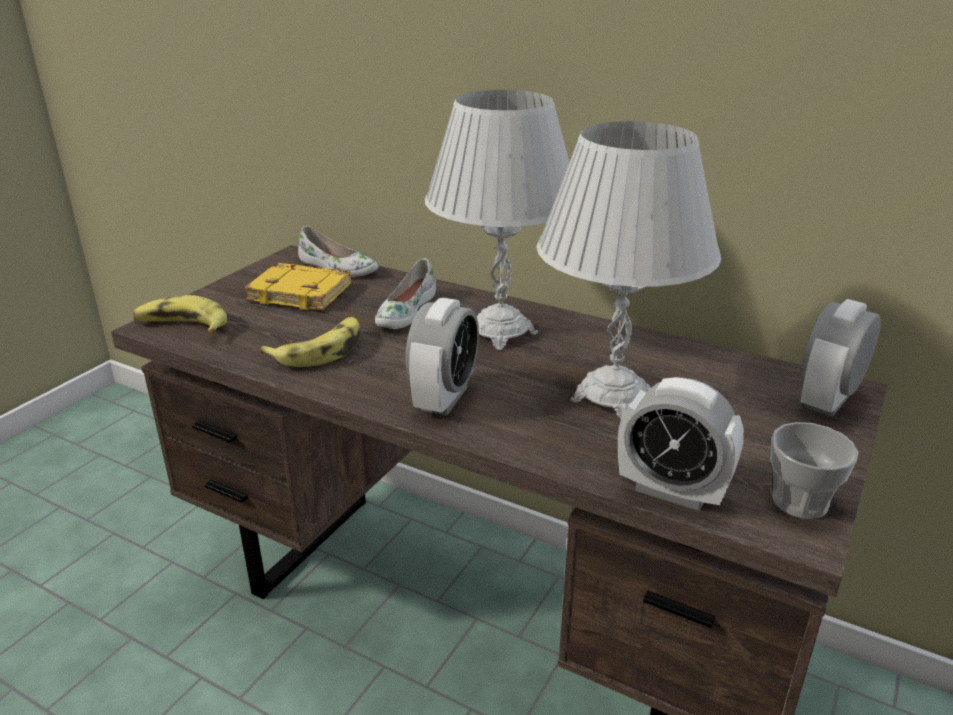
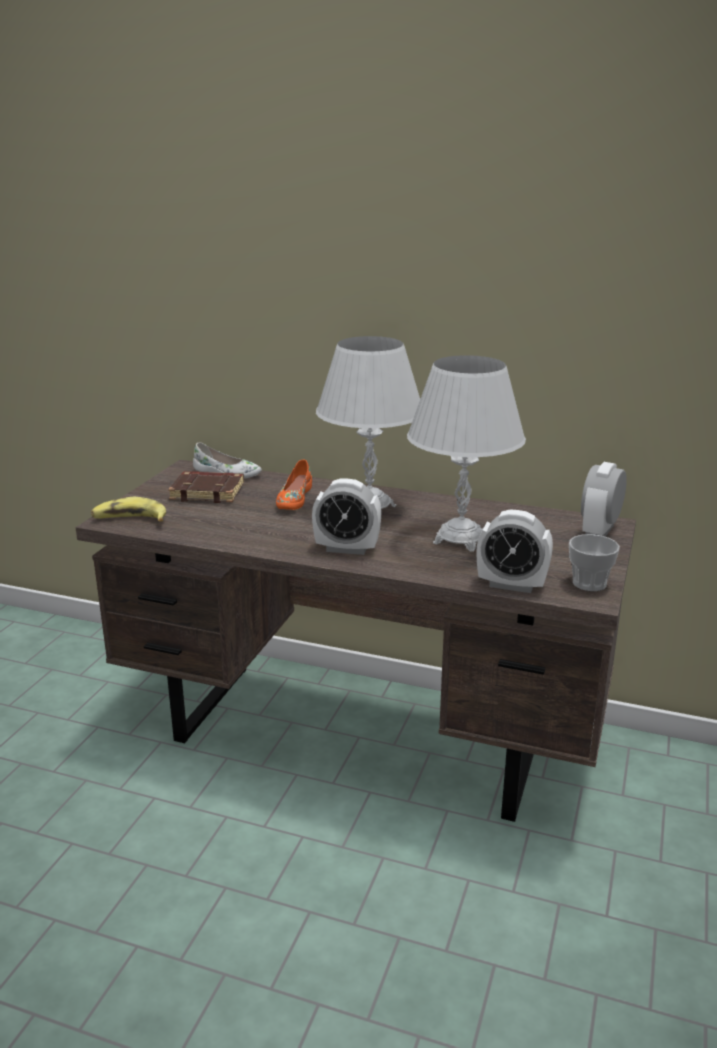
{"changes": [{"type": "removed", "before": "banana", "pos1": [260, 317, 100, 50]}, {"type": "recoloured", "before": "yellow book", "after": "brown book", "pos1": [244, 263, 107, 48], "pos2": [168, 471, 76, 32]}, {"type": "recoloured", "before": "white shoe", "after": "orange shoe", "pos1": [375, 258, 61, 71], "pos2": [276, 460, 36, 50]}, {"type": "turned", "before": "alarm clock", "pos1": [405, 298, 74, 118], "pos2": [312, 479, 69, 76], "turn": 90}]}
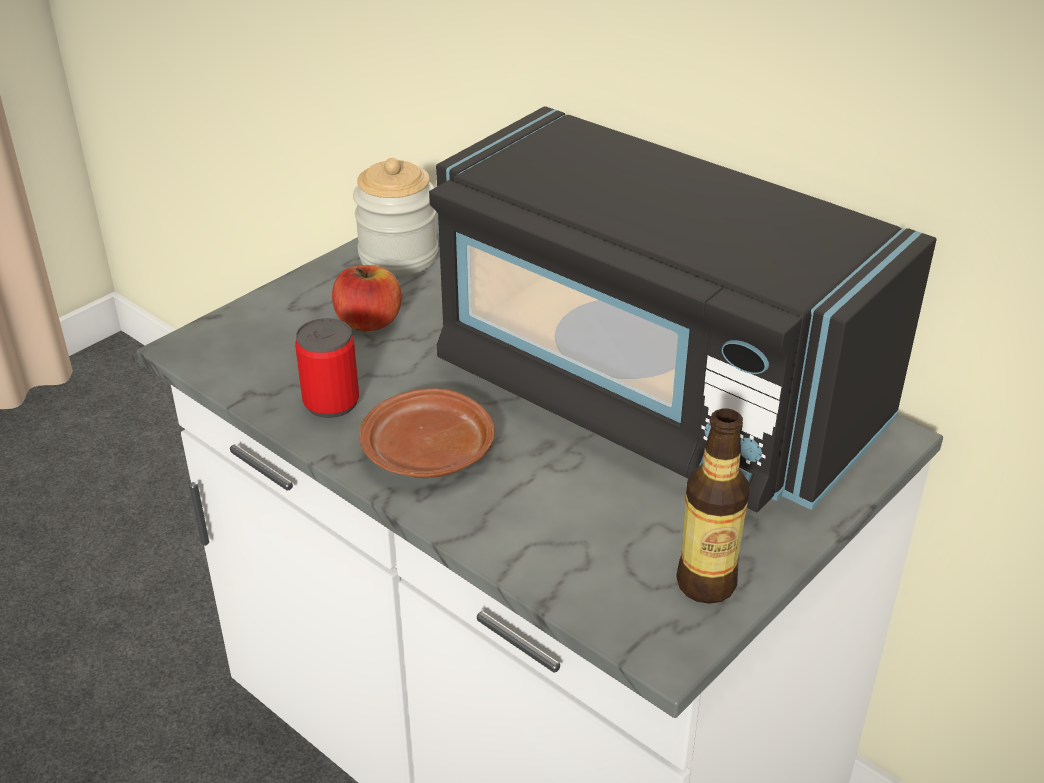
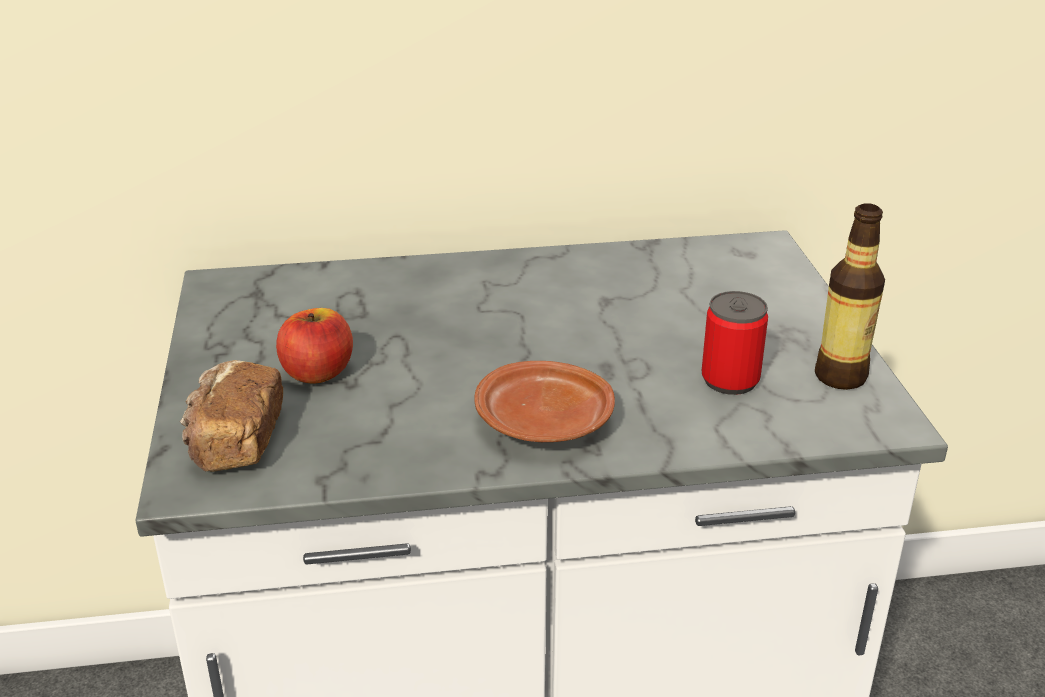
{"changes": [{"type": "removed", "before": "jar", "pos1": [353, 158, 85, 118]}, {"type": "removed", "before": "black microwave", "pos1": [429, 106, 507, 407]}, {"type": "added", "after": "bread", "pos2": [180, 360, 103, 112]}, {"type": "moved", "before": "can", "pos1": [295, 318, 64, 100], "pos2": [702, 291, 66, 104]}]}
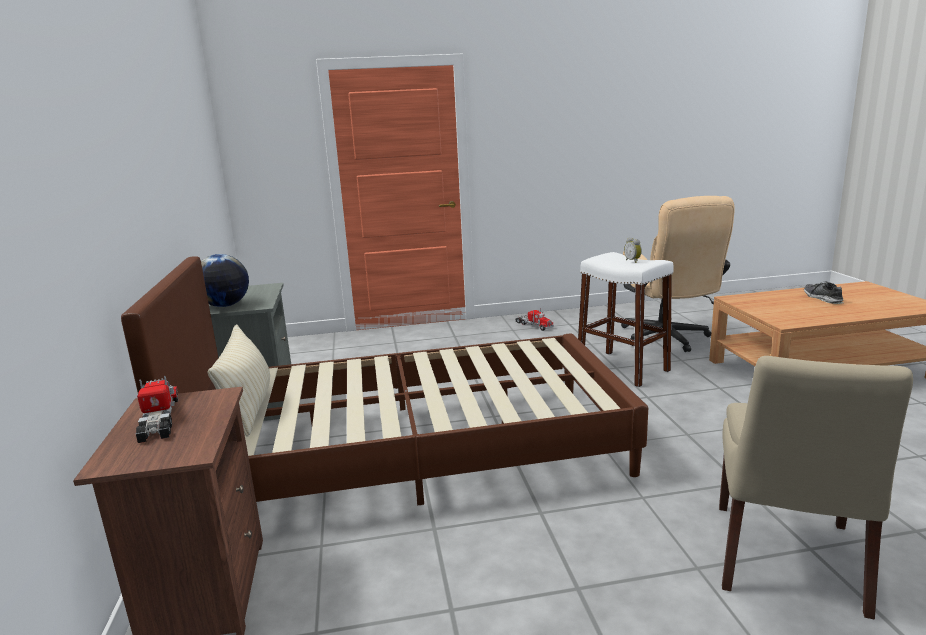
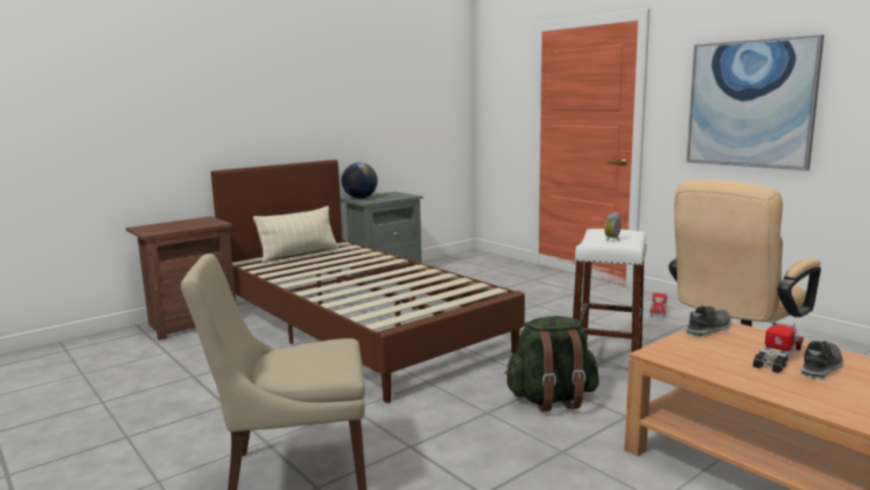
{"changes": [{"type": "added", "after": "green backpack", "pos2": [504, 316, 95, 96]}, {"type": "added", "after": "picture", "pos2": [686, 35, 138, 136]}, {"type": "added", "after": "shoe", "pos2": [686, 306, 45, 31]}, {"type": "moved", "before": "toy truck", "pos1": [135, 375, 43, 68], "pos2": [753, 319, 51, 54]}]}
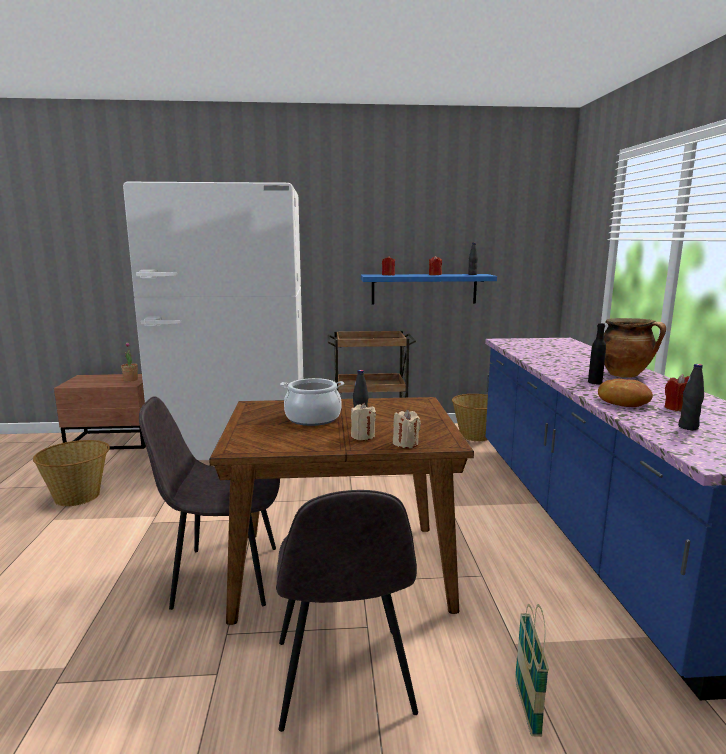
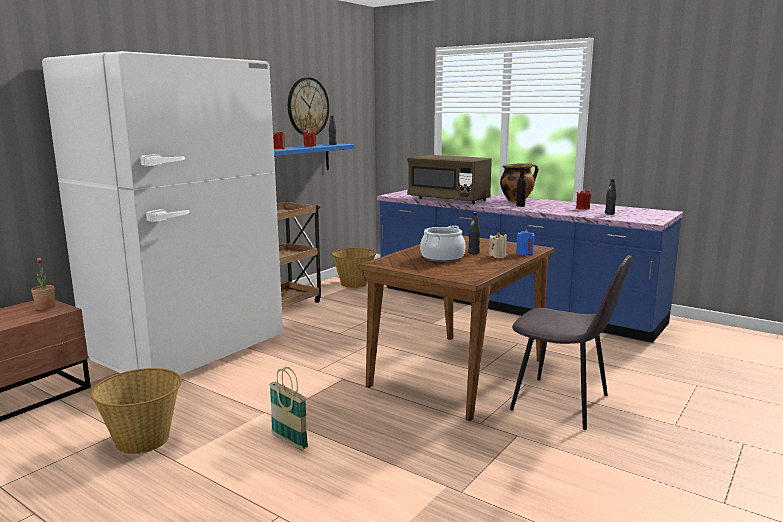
{"changes": [{"type": "removed", "before": "grey chair", "pos1": [139, 396, 141, 214]}, {"type": "removed", "before": "bread", "pos1": [598, 379, 55, 28]}, {"type": "added", "after": "wall clock", "pos2": [288, 77, 41, 58]}, {"type": "added", "after": "brown microwave", "pos2": [407, 155, 85, 49]}, {"type": "moved", "before": "basket", "pos1": [515, 604, 34, 133], "pos2": [269, 367, 39, 83]}, {"type": "recoloured", "before": "beige candle", "after": "blue candle", "pos1": [393, 409, 28, 39], "pos2": [516, 229, 19, 26]}]}
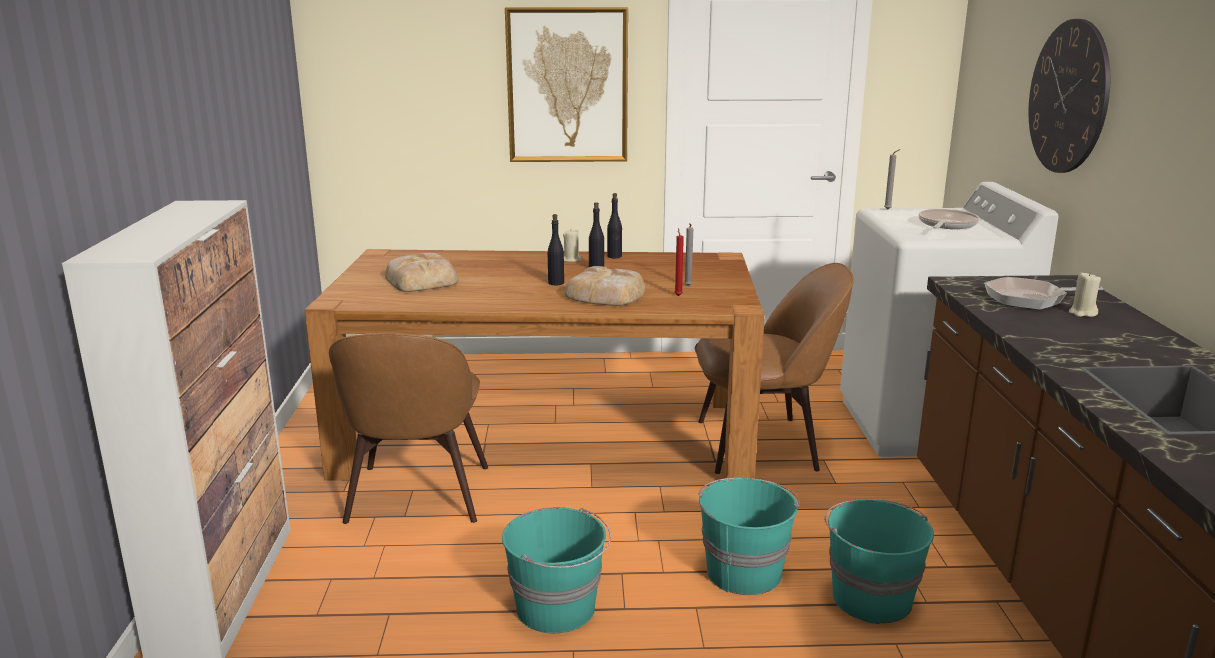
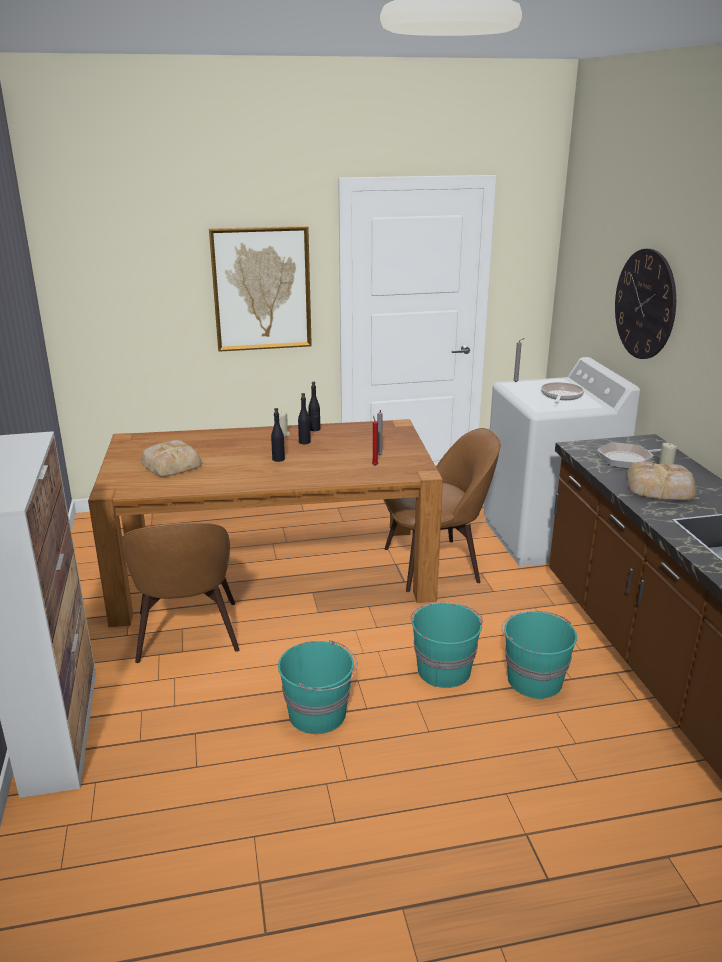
{"changes": [{"type": "moved", "before": "bread", "pos1": [565, 266, 80, 40], "pos2": [627, 461, 69, 39]}]}
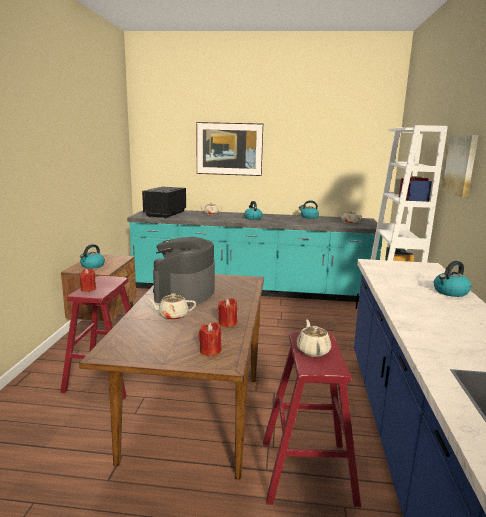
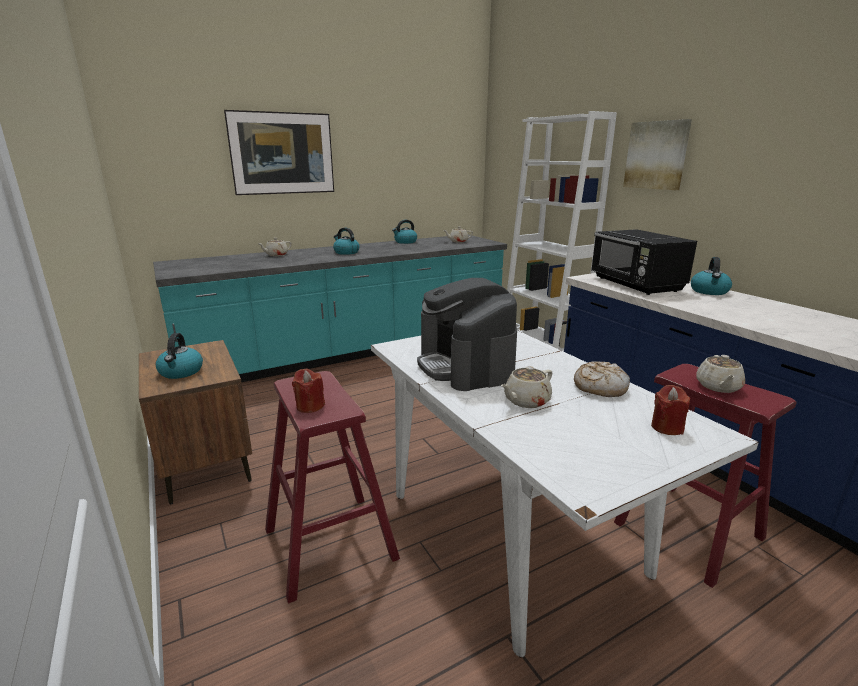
{"changes": [{"type": "moved", "before": "black microwave", "pos1": [142, 187, 44, 32], "pos2": [591, 229, 106, 66]}, {"type": "replaced", "before": "red candle", "after": "bread", "pos1": [217, 298, 20, 29], "pos2": [574, 361, 56, 36]}, {"type": "recoloured", "before": "brown dining table", "after": "white dining table", "pos1": [79, 274, 185, 206], "pos2": [371, 330, 388, 327]}, {"type": "turned", "before": "beige teapot", "pos1": [297, 320, 34, 37], "pos2": [696, 355, 49, 38], "turn": -120}]}
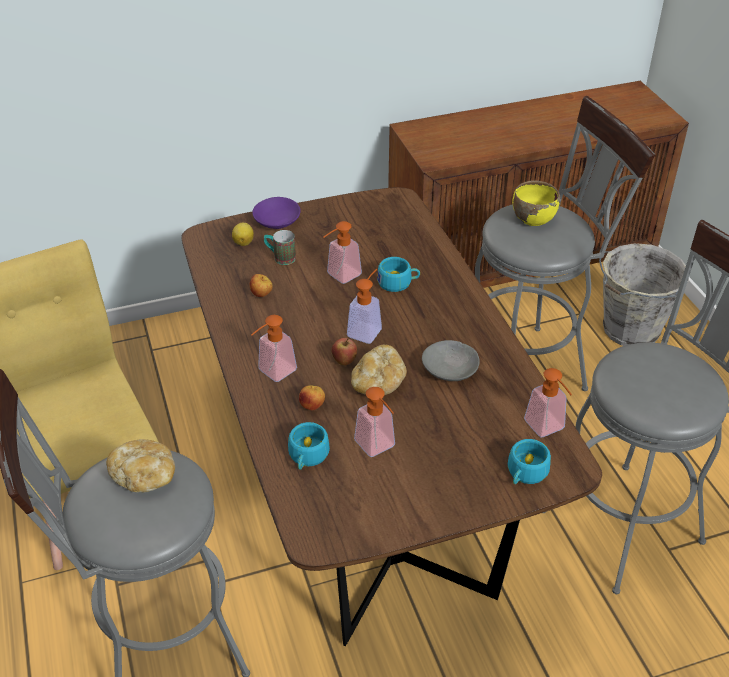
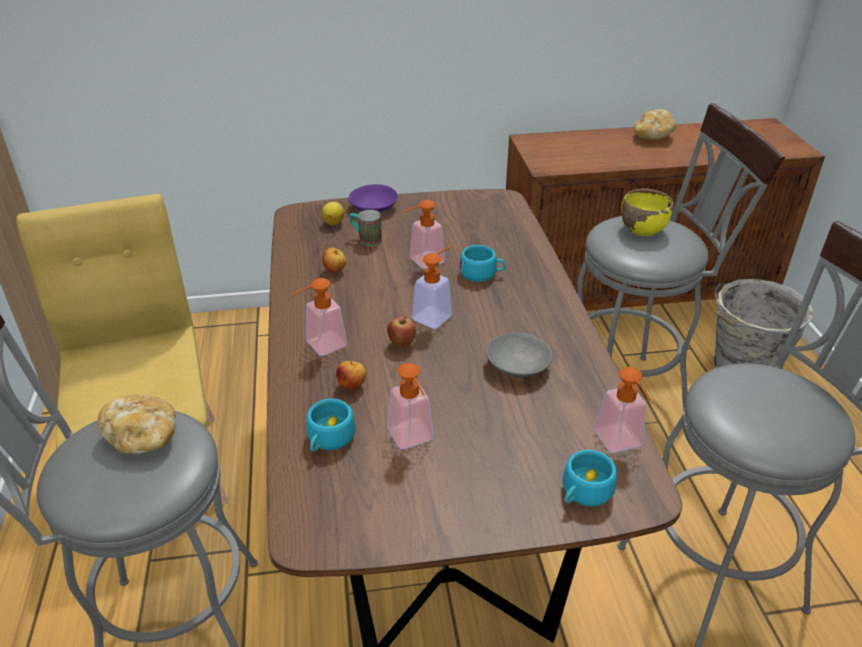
{"changes": [{"type": "moved", "before": "bread", "pos1": [351, 345, 56, 50], "pos2": [634, 109, 43, 31]}]}
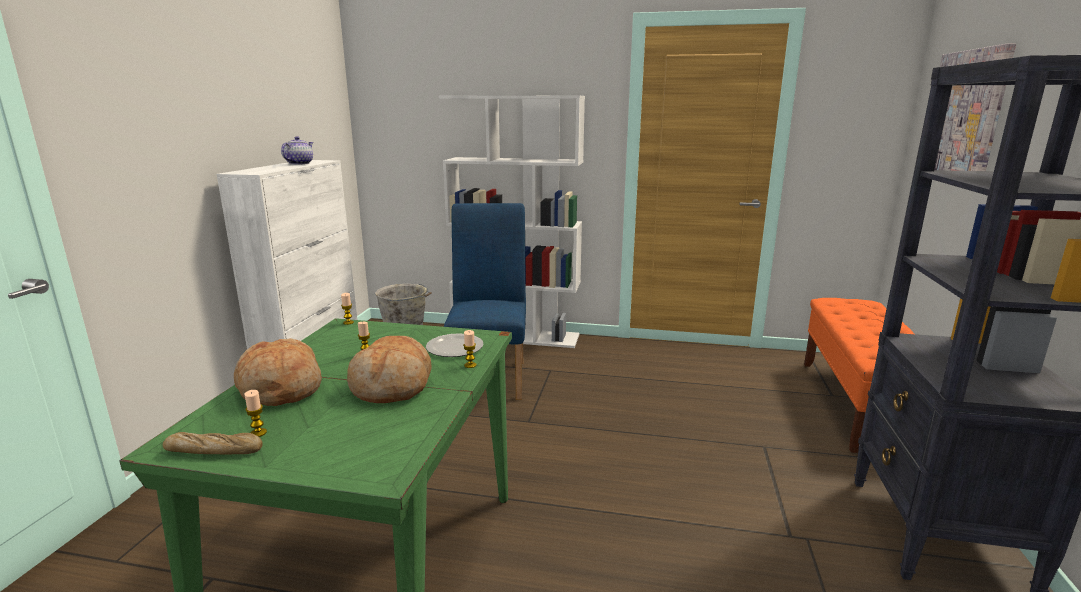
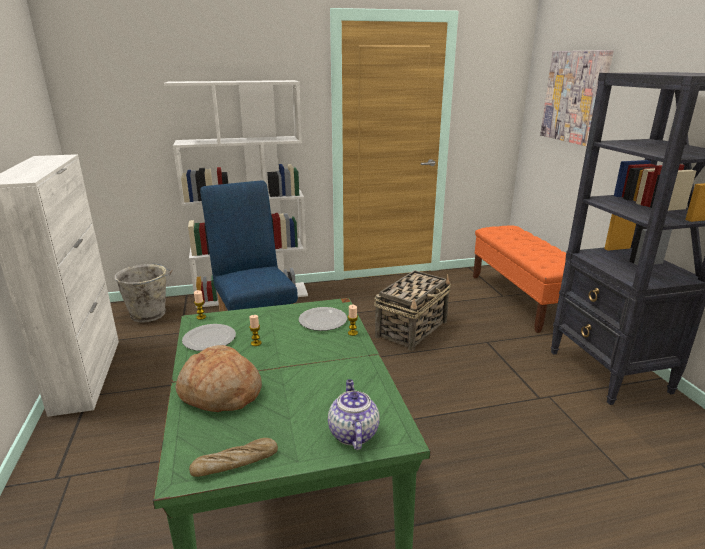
{"changes": [{"type": "removed", "before": "candle", "pos1": [245, 390, 22, 47]}, {"type": "removed", "before": "bread", "pos1": [347, 336, 85, 67]}, {"type": "added", "after": "plate", "pos2": [182, 324, 54, 27]}, {"type": "added", "after": "basket", "pos2": [374, 270, 77, 81]}, {"type": "moved", "before": "teapot", "pos1": [281, 136, 32, 29], "pos2": [328, 379, 52, 71]}]}
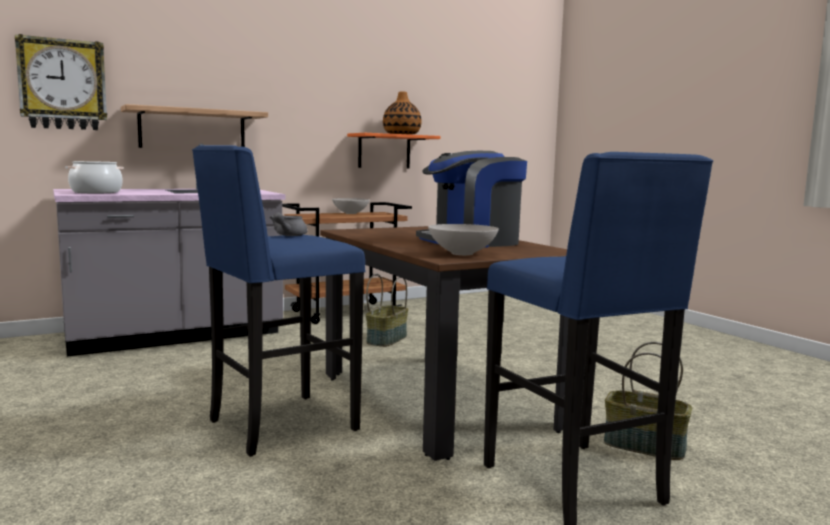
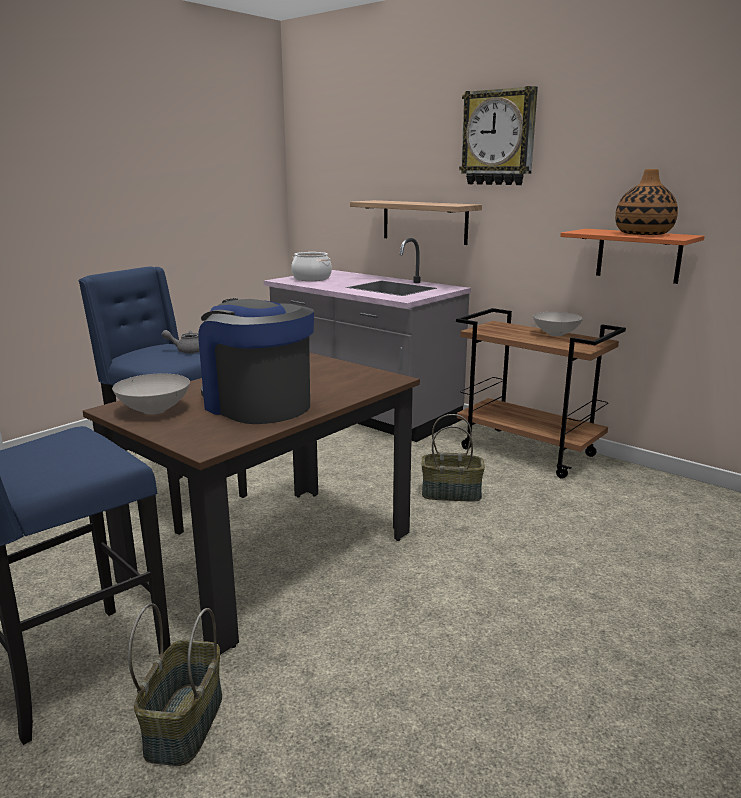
{"changes": [{"type": "moved", "before": "wall clock", "pos1": [15, 34, 92, 96], "pos2": [459, 86, 79, 99]}]}
